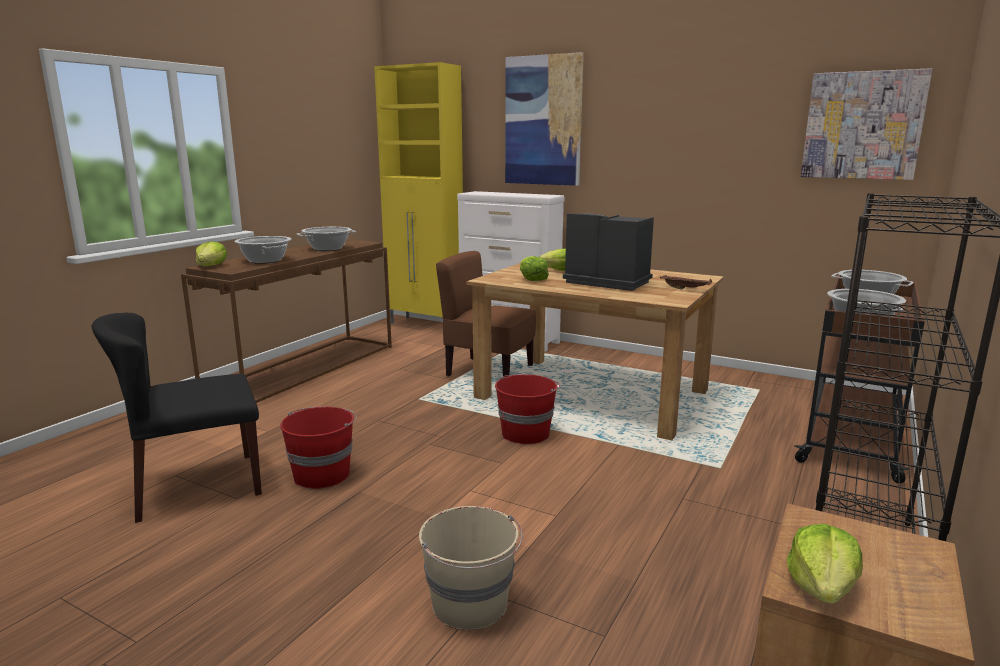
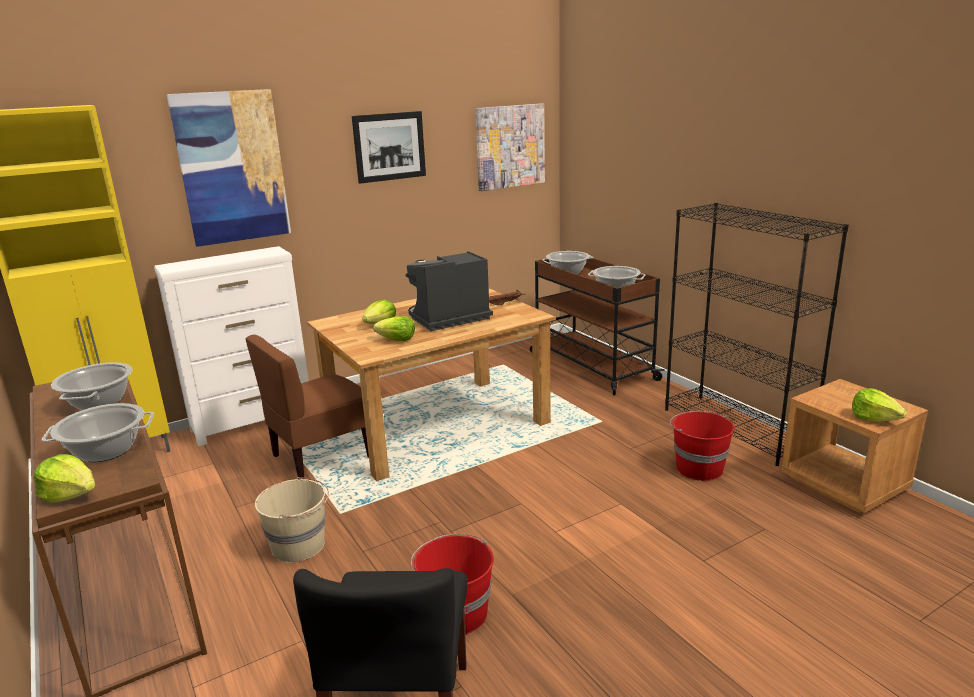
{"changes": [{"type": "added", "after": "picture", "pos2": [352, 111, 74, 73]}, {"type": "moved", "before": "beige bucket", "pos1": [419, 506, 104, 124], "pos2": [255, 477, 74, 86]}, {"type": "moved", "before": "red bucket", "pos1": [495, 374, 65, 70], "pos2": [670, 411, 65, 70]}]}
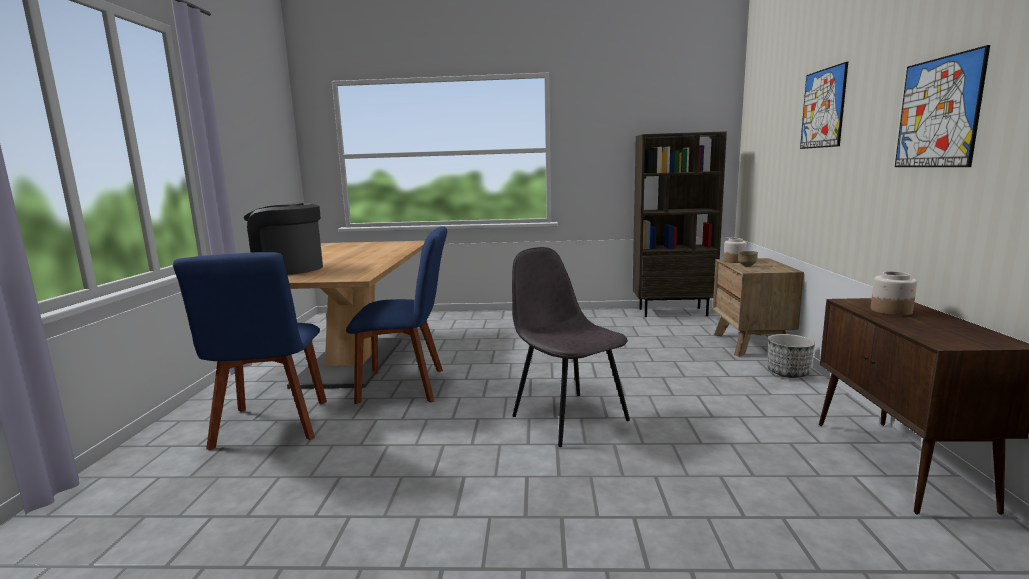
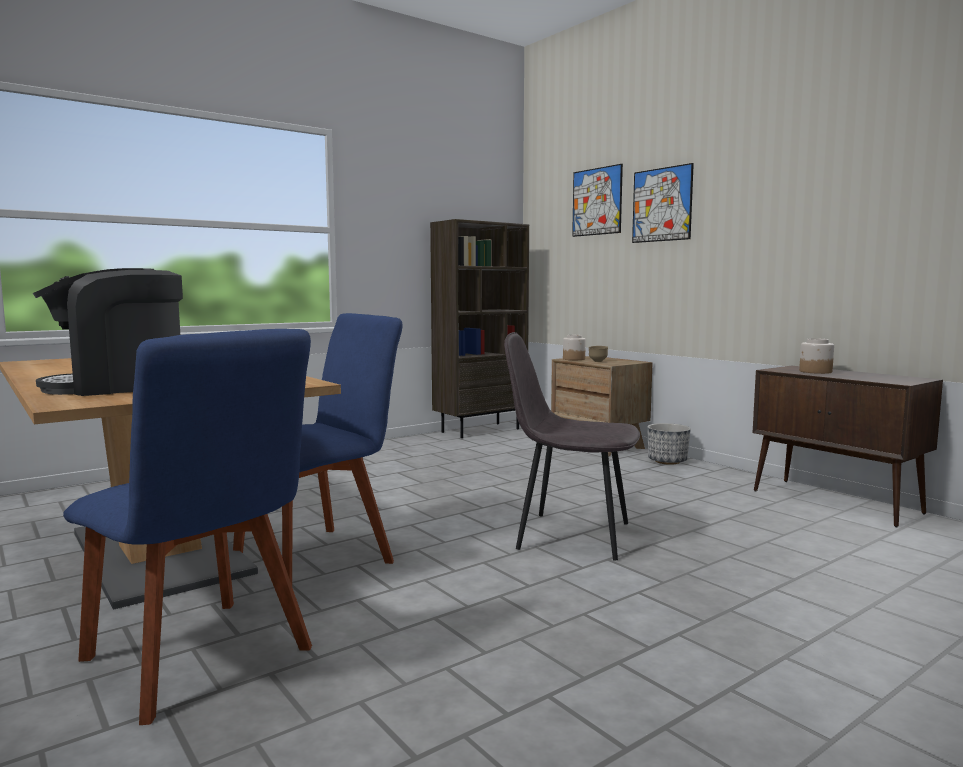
{"changes": [{"type": "moved", "before": "picture", "pos1": [895, 45, 95, 122], "pos2": [572, 164, 51, 73]}]}
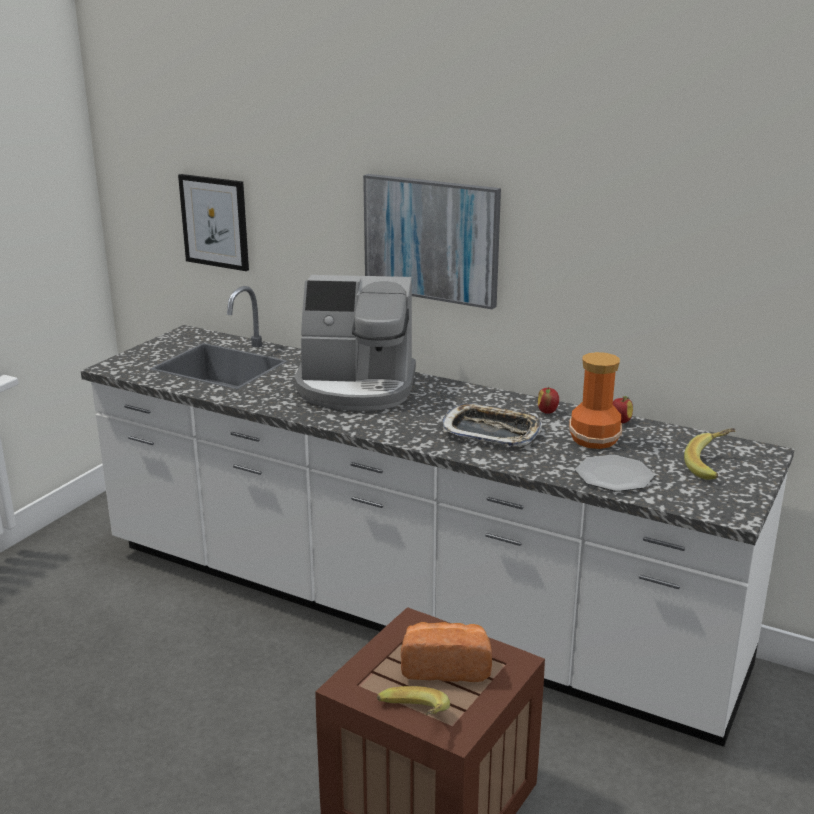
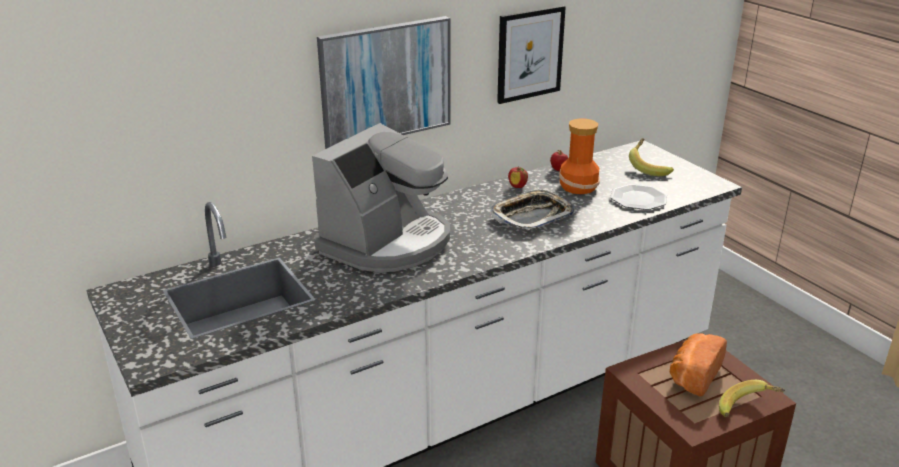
{"changes": [{"type": "moved", "before": "picture", "pos1": [178, 174, 71, 97], "pos2": [497, 5, 69, 99]}]}
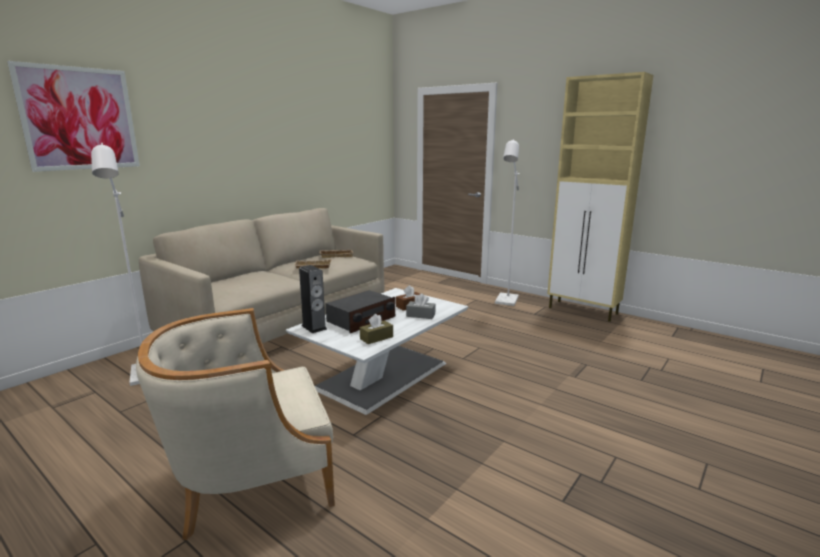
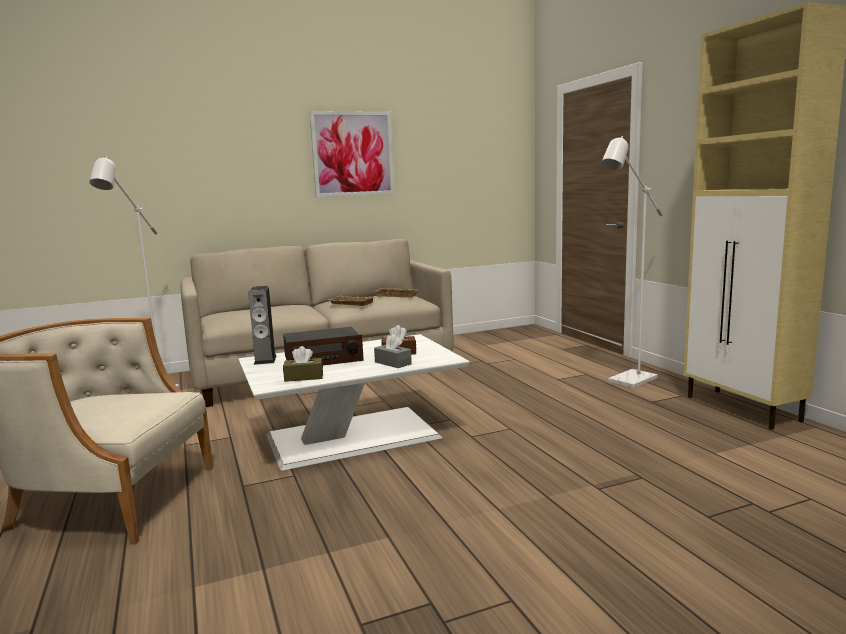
{"changes": [{"type": "moved", "before": "picture", "pos1": [7, 61, 133, 111], "pos2": [310, 111, 85, 86]}]}
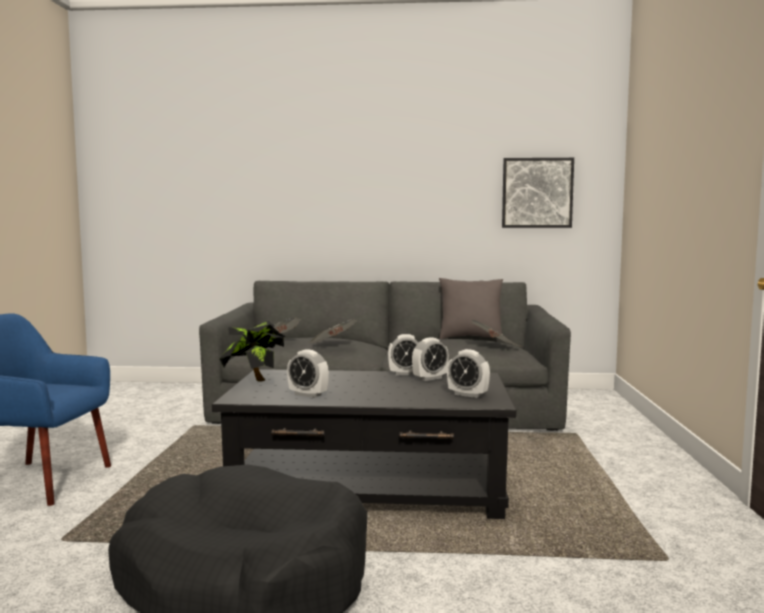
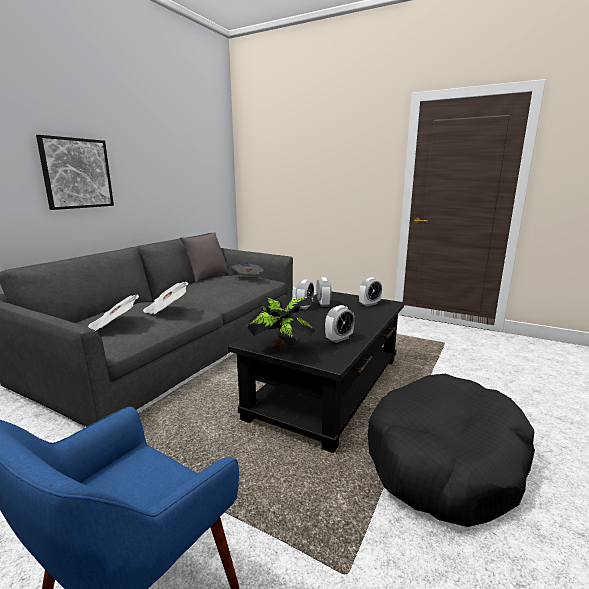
{"changes": [{"type": "moved", "before": "picture", "pos1": [502, 158, 72, 70], "pos2": [36, 135, 78, 75]}]}
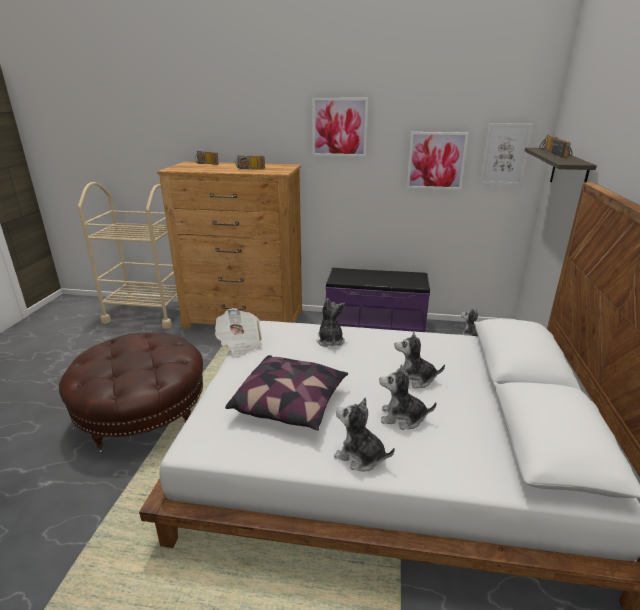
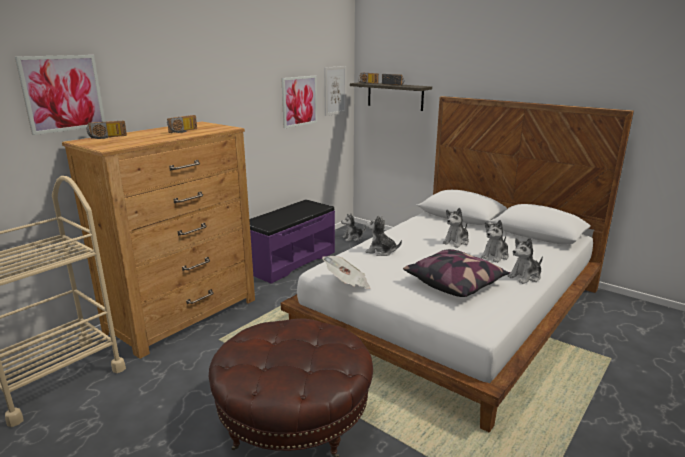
{"changes": [{"type": "moved", "before": "picture", "pos1": [312, 98, 56, 59], "pos2": [15, 55, 90, 80]}]}
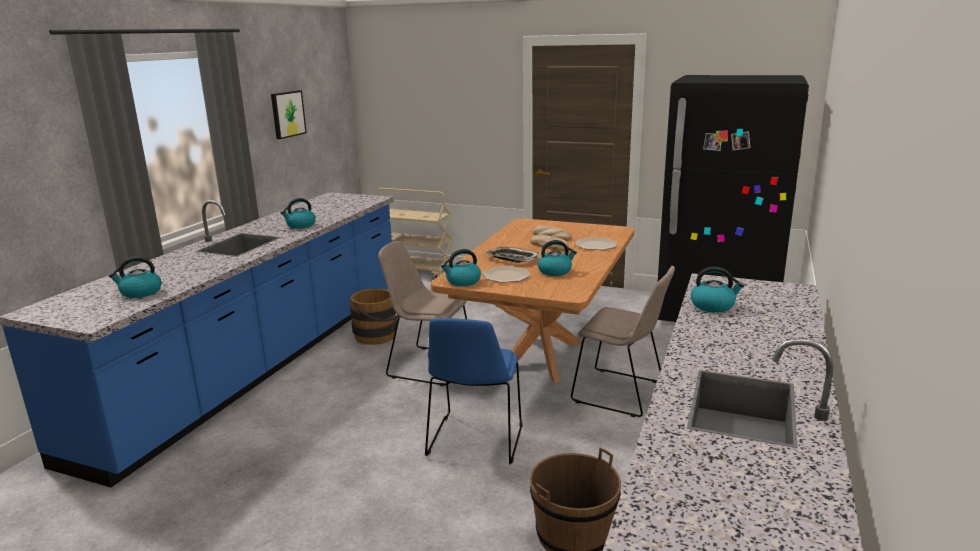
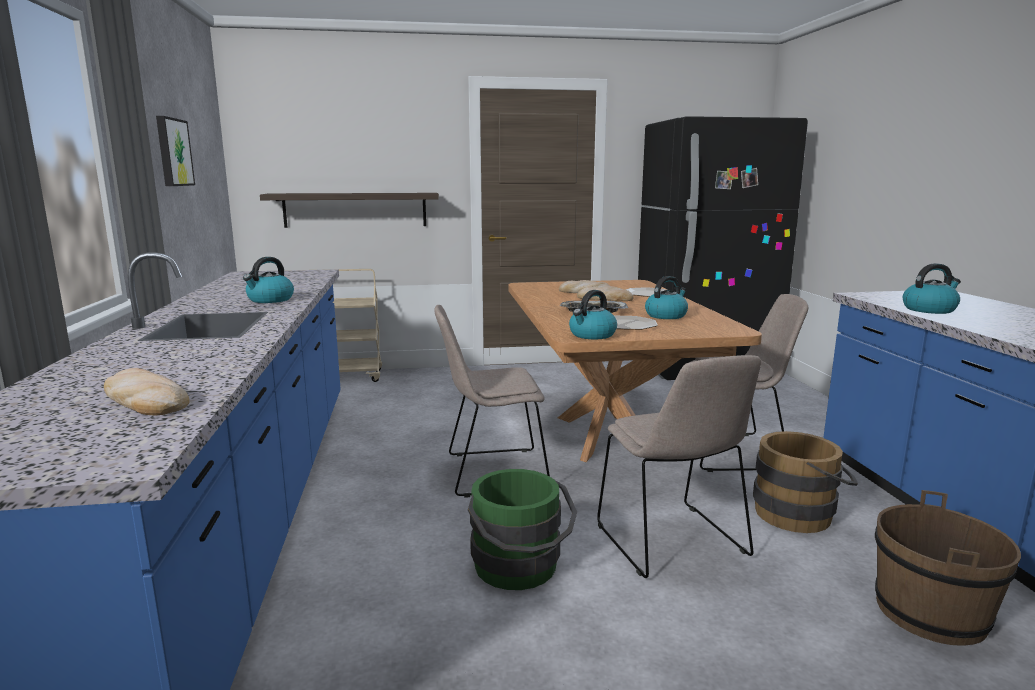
{"changes": [{"type": "added", "after": "shelf", "pos2": [260, 193, 179, 35]}, {"type": "added", "after": "green bucket", "pos2": [468, 469, 109, 121]}, {"type": "moved", "before": "brown bucket", "pos1": [350, 288, 49, 57], "pos2": [753, 431, 105, 102]}, {"type": "replaced", "before": "kettle", "after": "bread", "pos1": [109, 257, 53, 41], "pos2": [104, 368, 86, 47]}, {"type": "recoloured", "before": "blue chair", "after": "beige chair", "pos1": [425, 318, 98, 147], "pos2": [597, 355, 164, 223]}]}
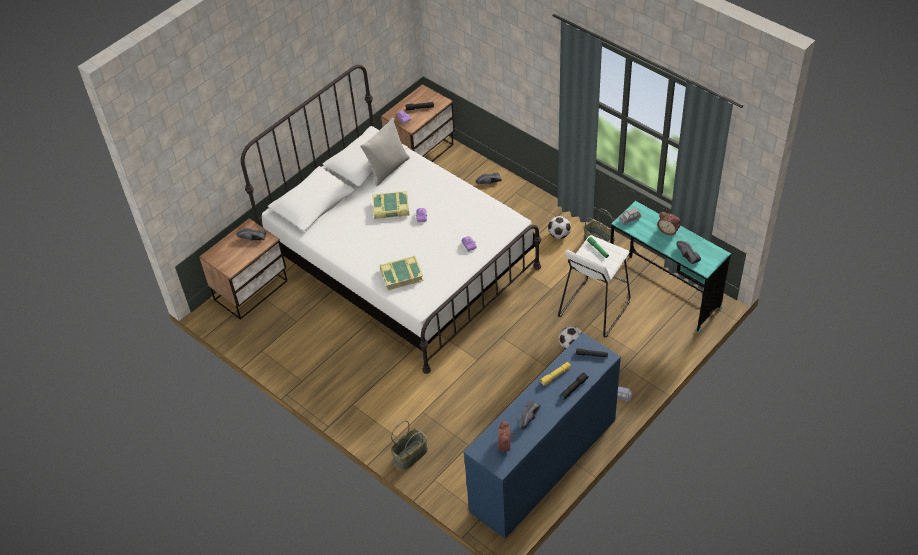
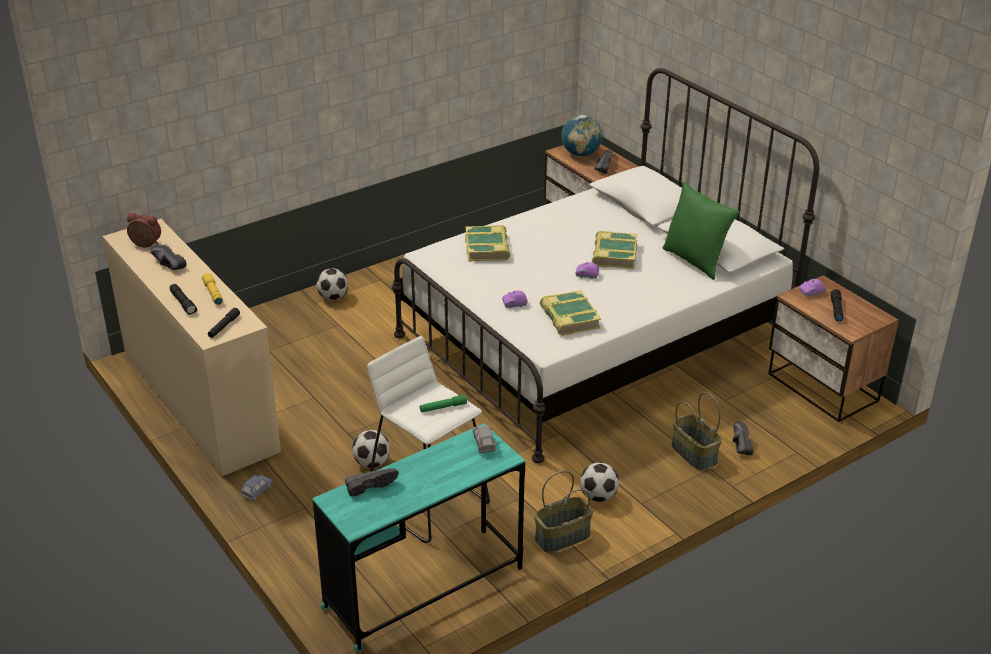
{"changes": [{"type": "removed", "before": "alarm clock", "pos1": [657, 212, 24, 23]}, {"type": "added", "after": "football", "pos2": [316, 268, 32, 32]}, {"type": "added", "after": "book", "pos2": [540, 290, 61, 46]}, {"type": "added", "after": "globe", "pos2": [561, 115, 42, 41]}, {"type": "moved", "before": "basket", "pos1": [391, 420, 37, 50], "pos2": [672, 392, 50, 79]}, {"type": "recoloured", "before": "grey pillow", "after": "green pillow", "pos1": [360, 118, 50, 68], "pos2": [662, 182, 77, 98]}, {"type": "recoloured", "before": "blue dresser", "after": "beige dresser", "pos1": [463, 332, 158, 207], "pos2": [103, 219, 178, 257]}]}
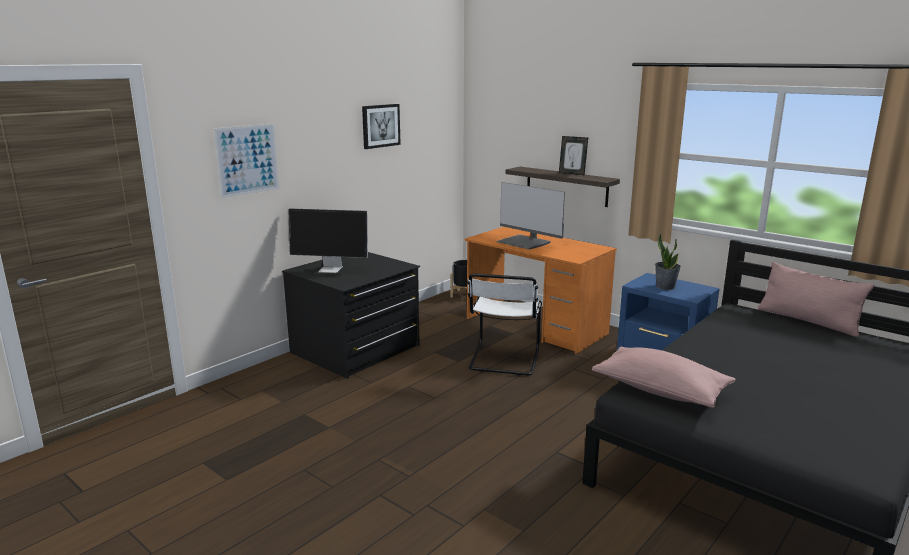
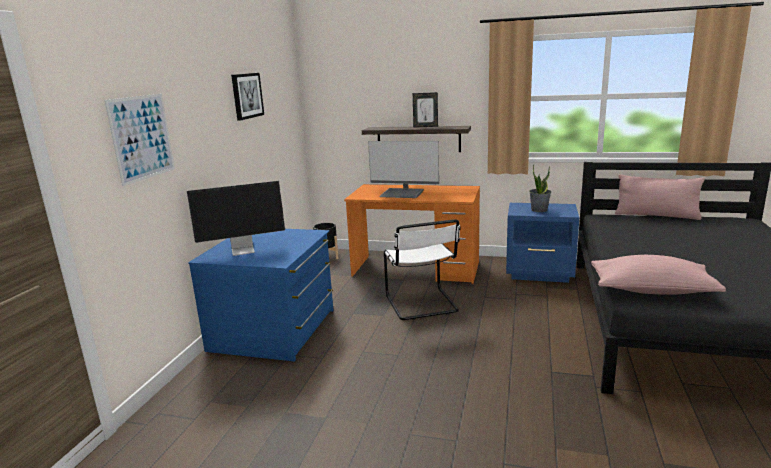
{"changes": [{"type": "recoloured", "before": "black dresser", "after": "blue dresser", "pos1": [282, 252, 138, 127], "pos2": [188, 229, 145, 132]}]}
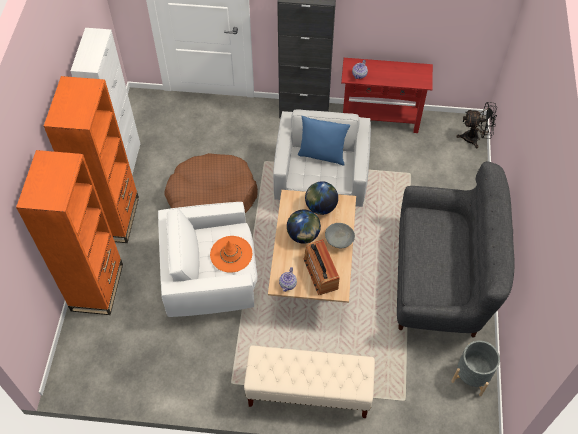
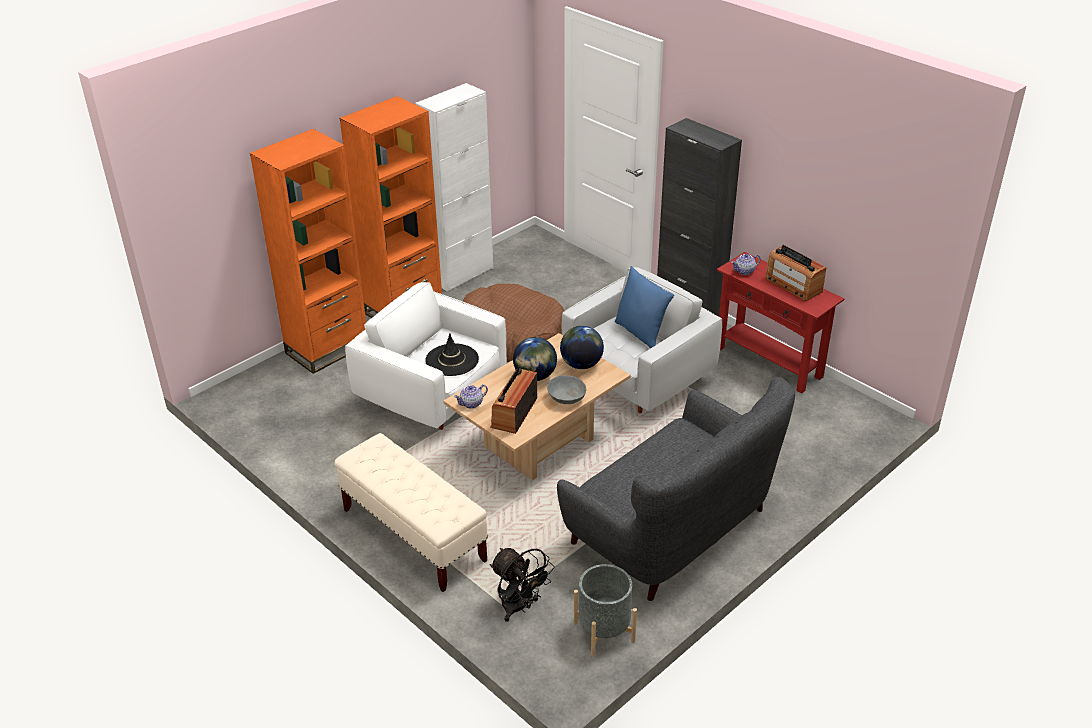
{"changes": [{"type": "added", "after": "radio", "pos2": [765, 245, 62, 56]}, {"type": "moved", "before": "black fan", "pos1": [456, 102, 41, 47], "pos2": [490, 548, 65, 74]}, {"type": "recoloured", "before": "orange hat", "after": "black hat", "pos1": [210, 236, 42, 37], "pos2": [425, 333, 54, 43]}]}
